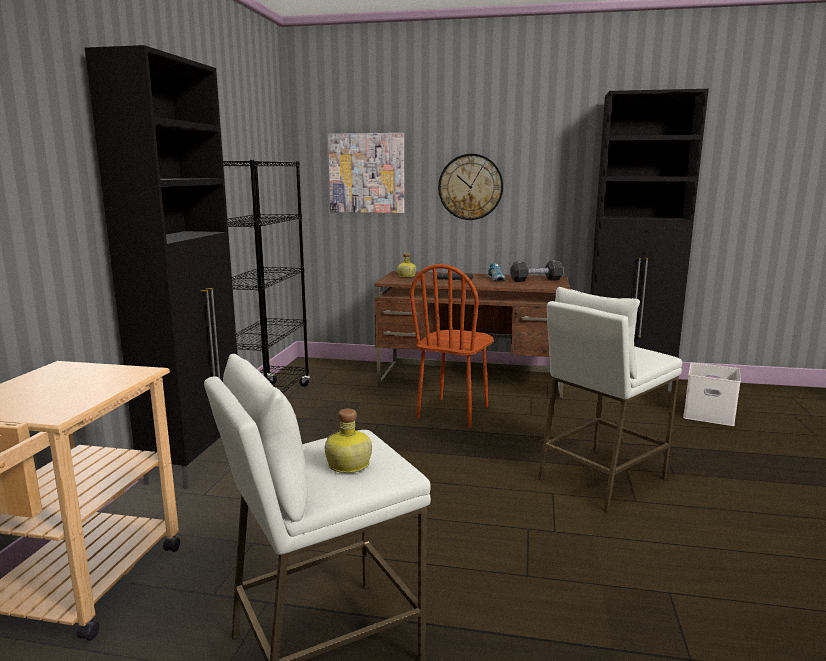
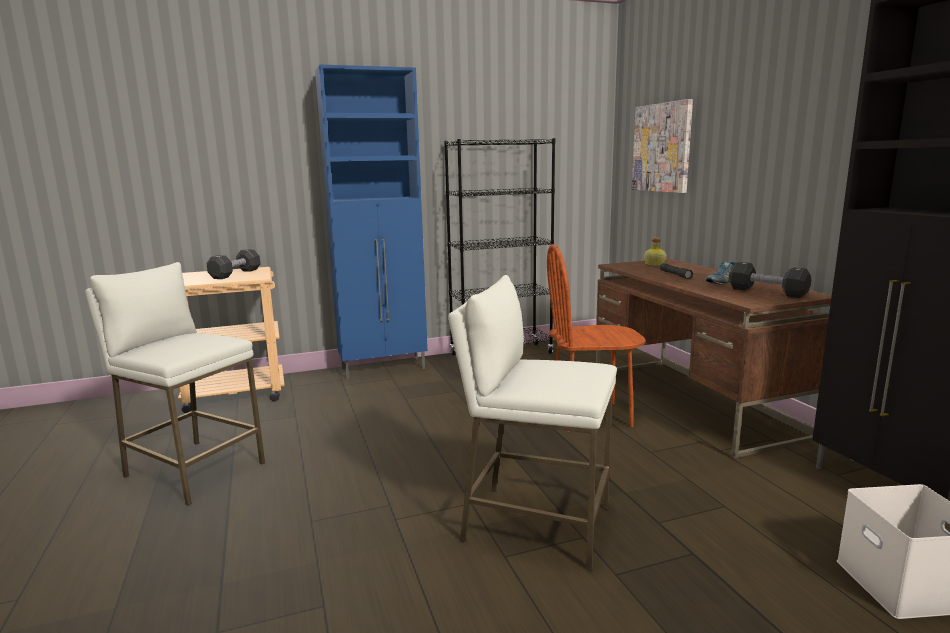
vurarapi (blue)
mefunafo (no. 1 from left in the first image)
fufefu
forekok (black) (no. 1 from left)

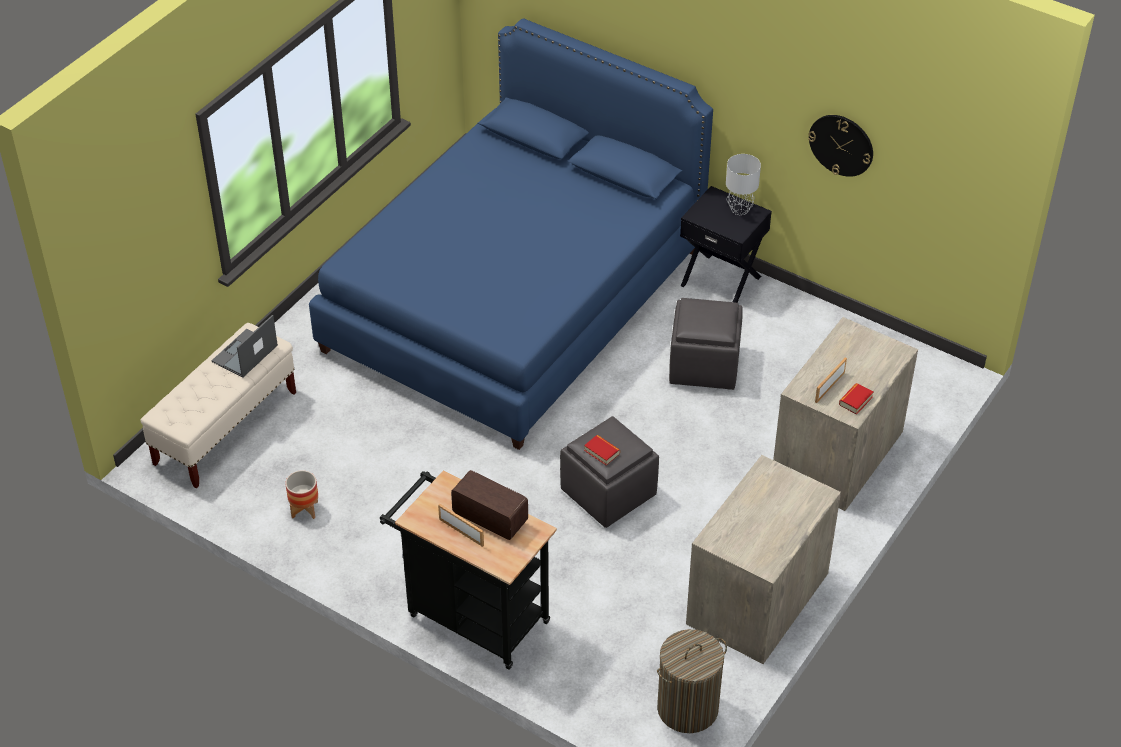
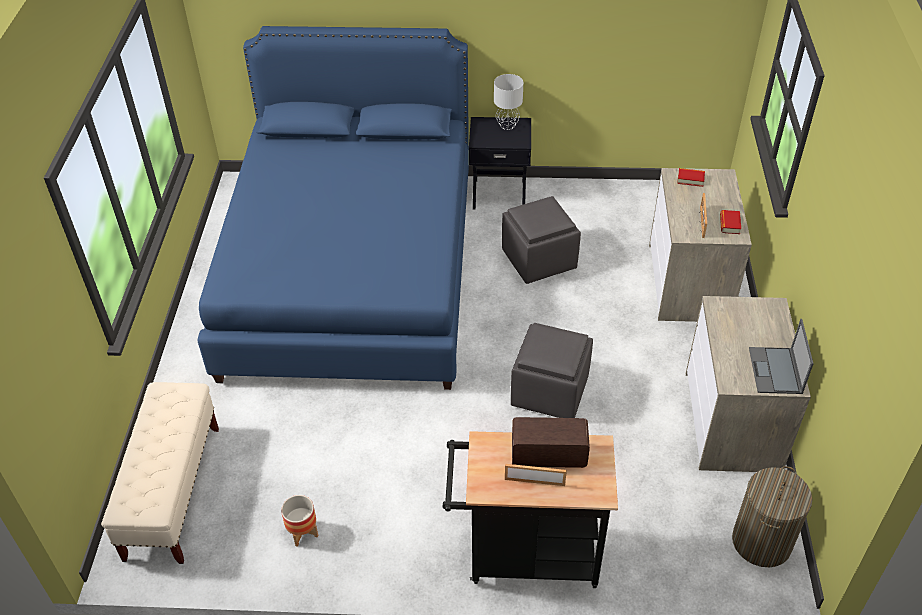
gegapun
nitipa (no. 1 from left)
fufefu

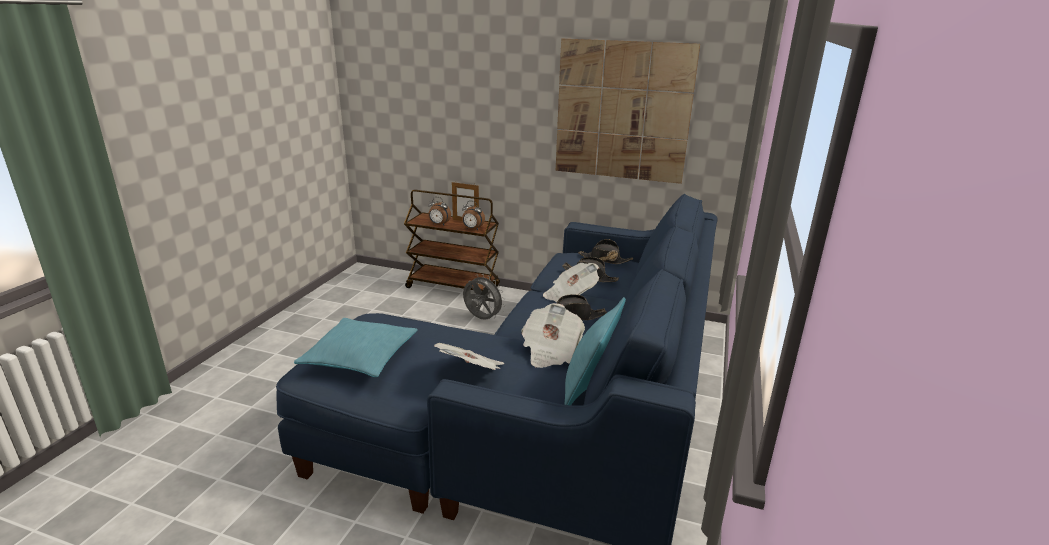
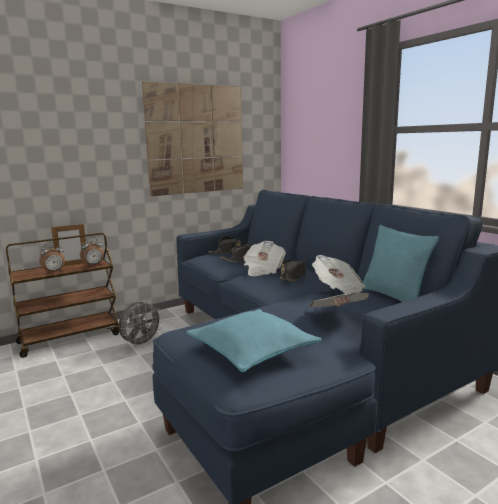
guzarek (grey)

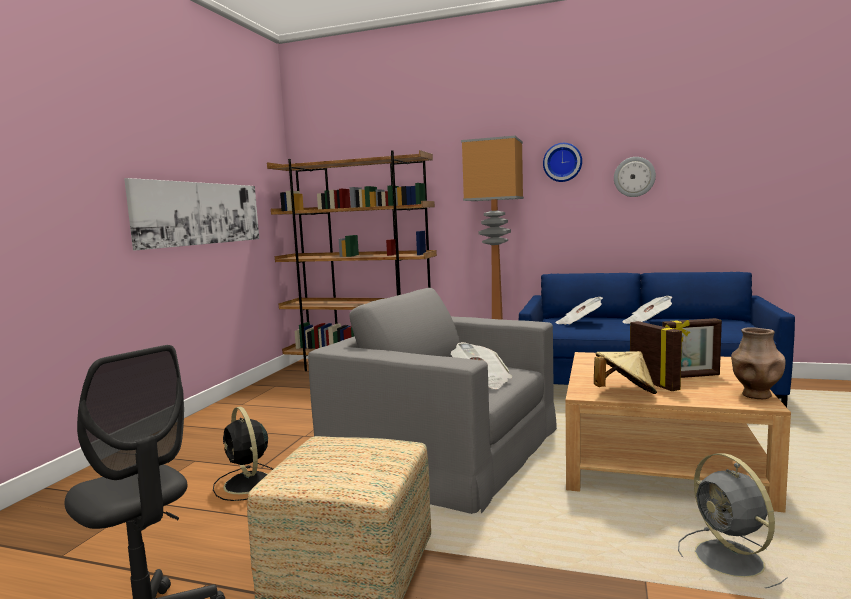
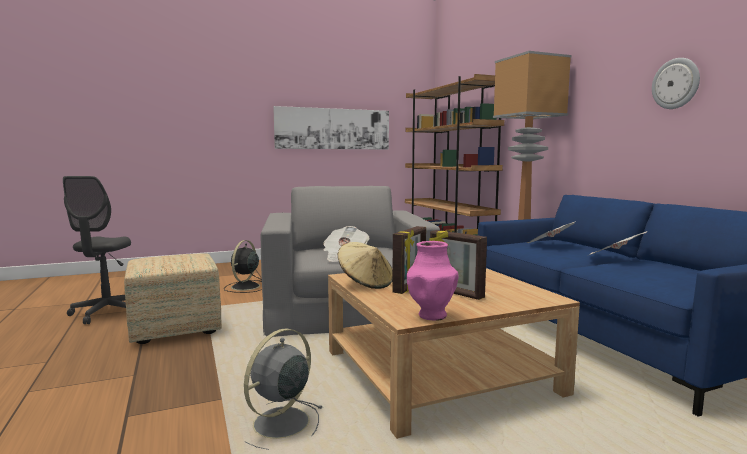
fufefu (no. 1 from left in the first image)
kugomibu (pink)

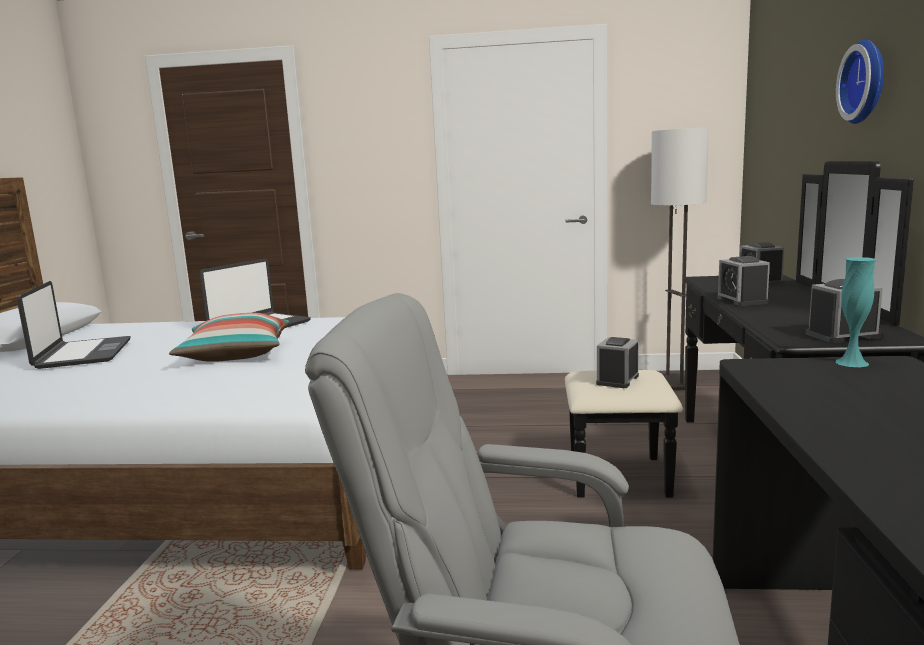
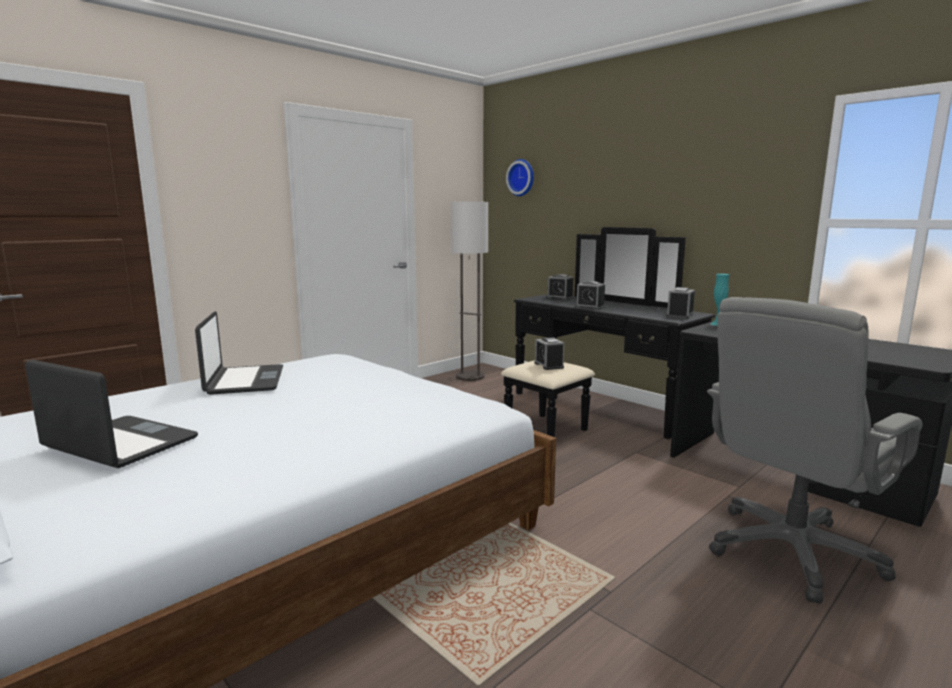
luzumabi
fufefu

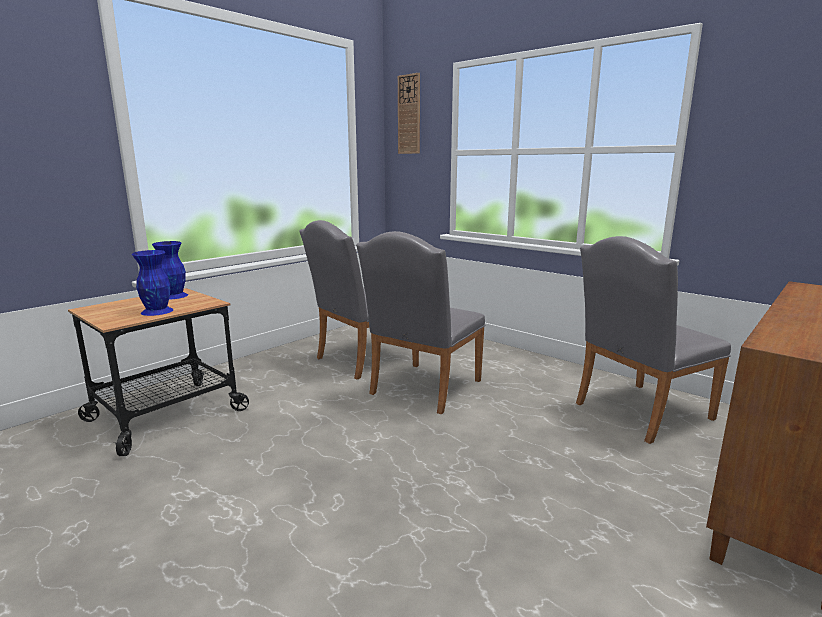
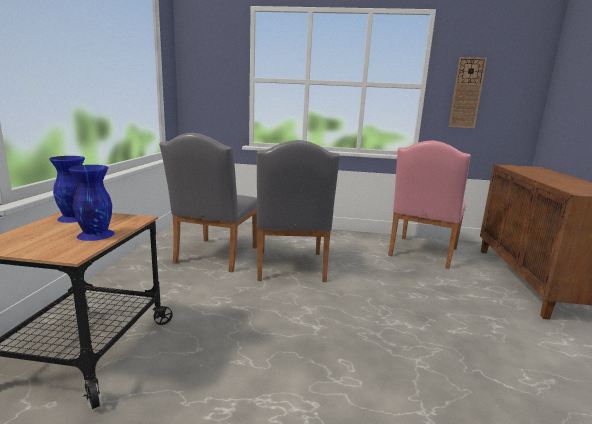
fufefu
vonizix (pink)

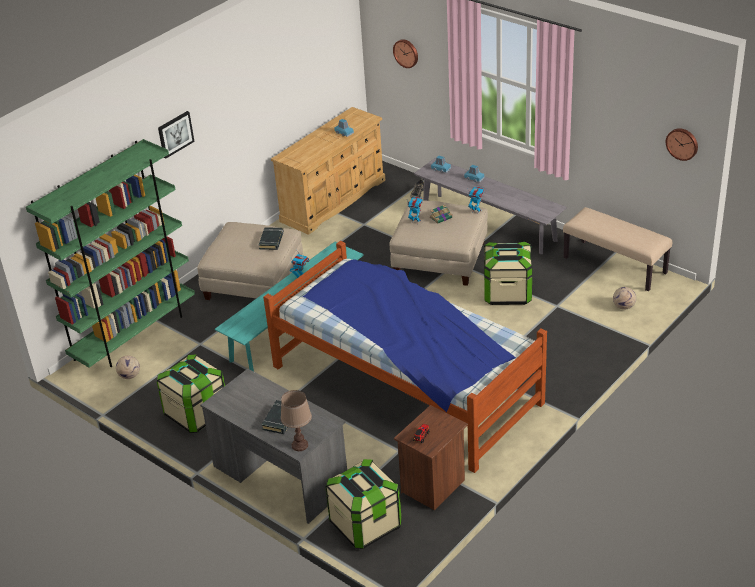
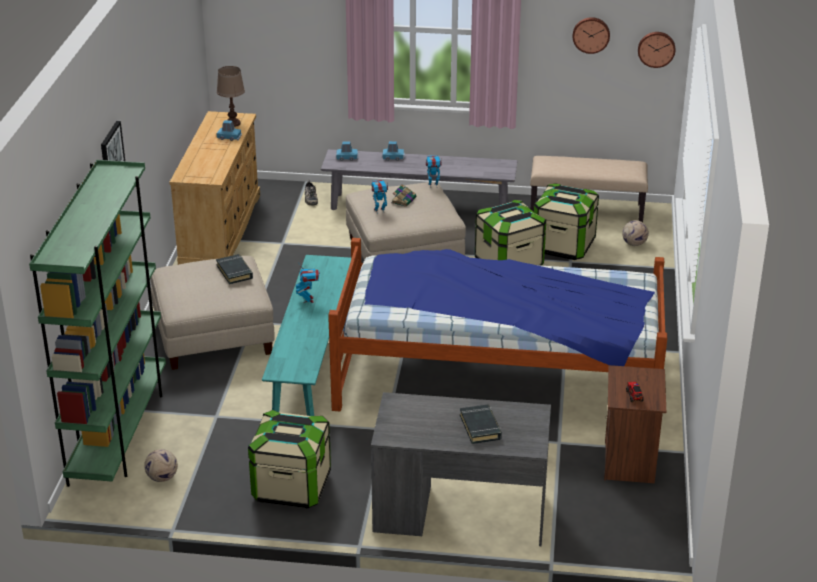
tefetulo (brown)
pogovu (no. 3 from left)
fufefu (no. 1 from left)

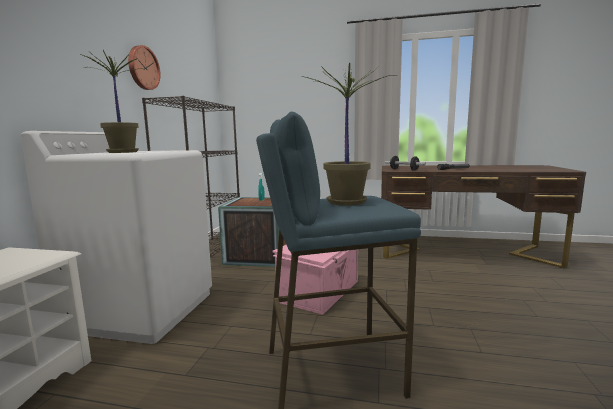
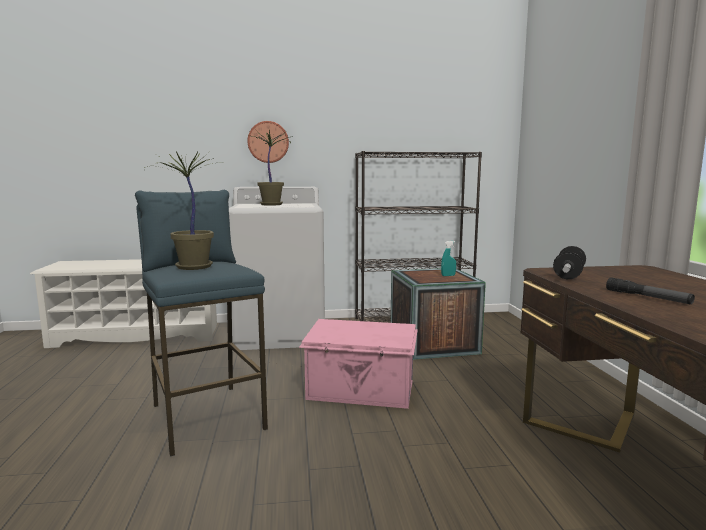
fufefu

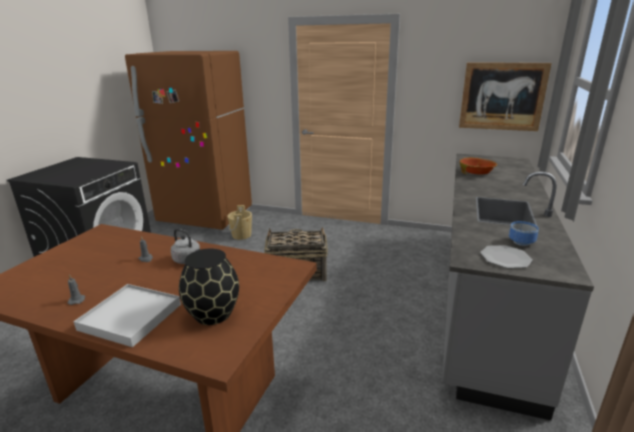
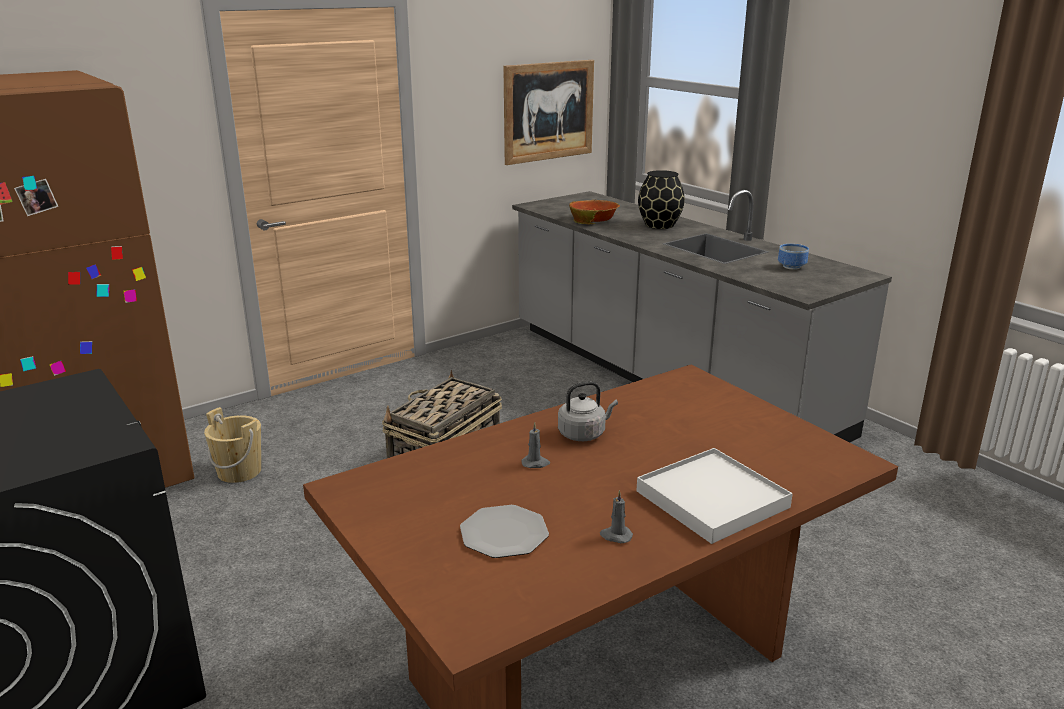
kugomibu (black)
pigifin

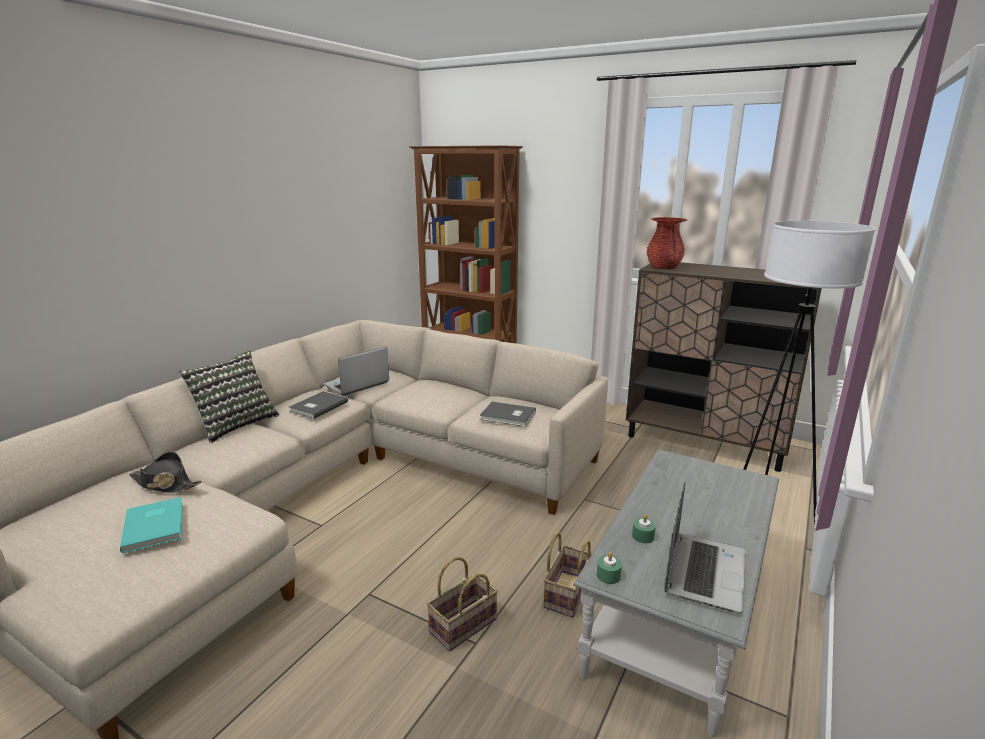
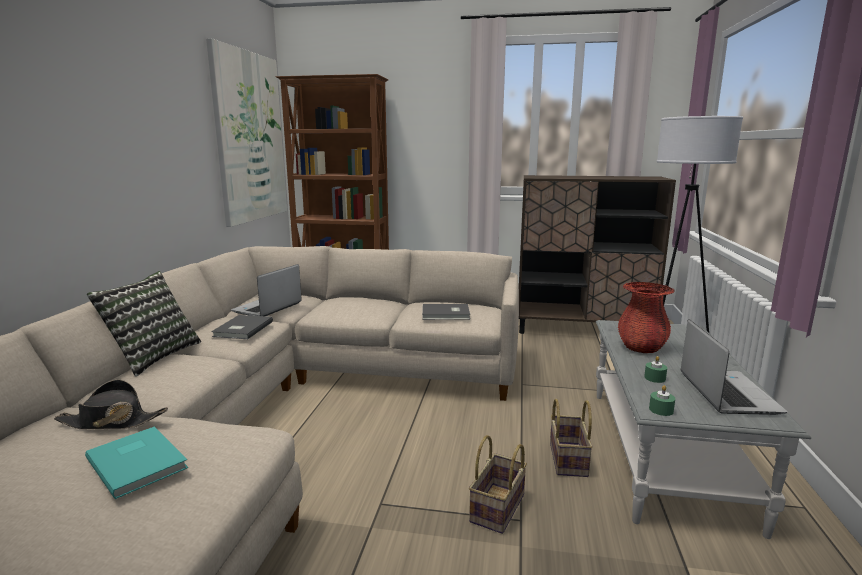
kugomibu (red)
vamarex

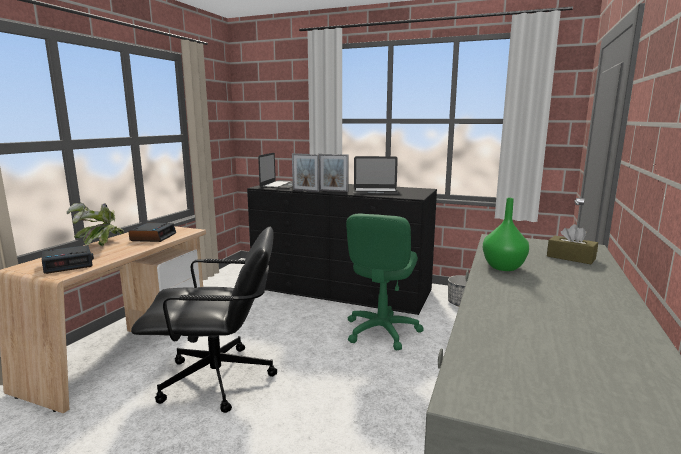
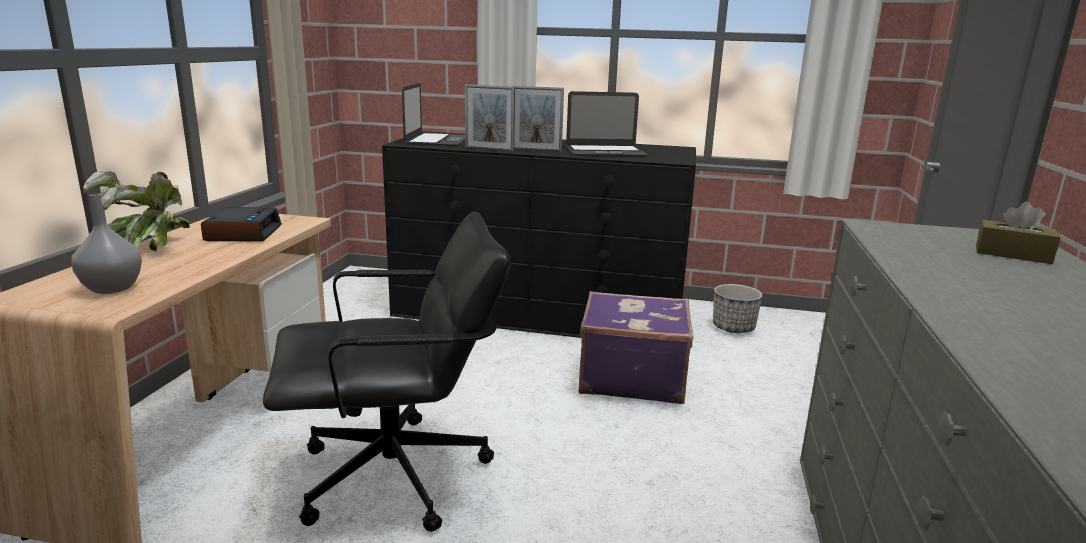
kugomibu (grey)
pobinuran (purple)
kugomibu (green)

